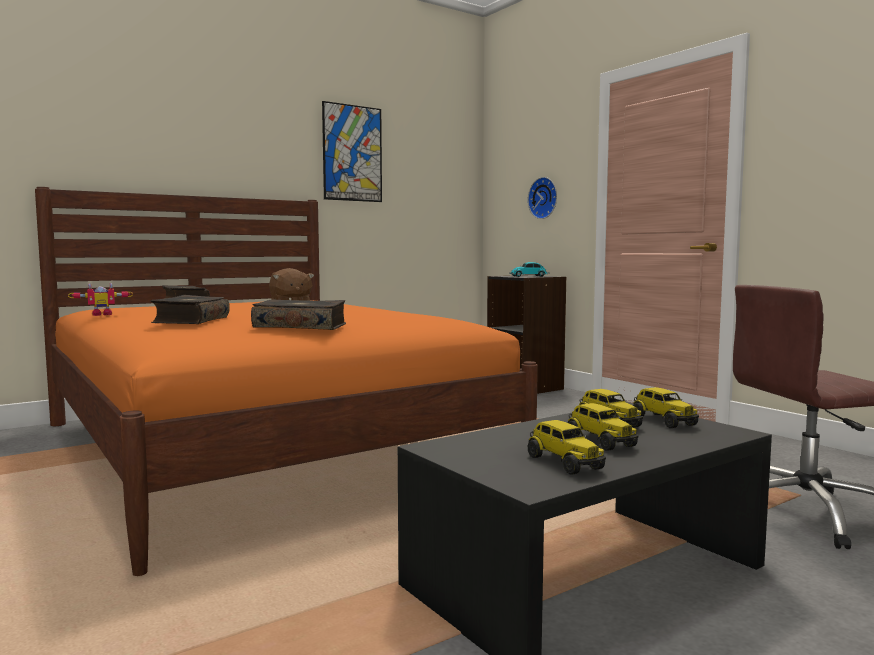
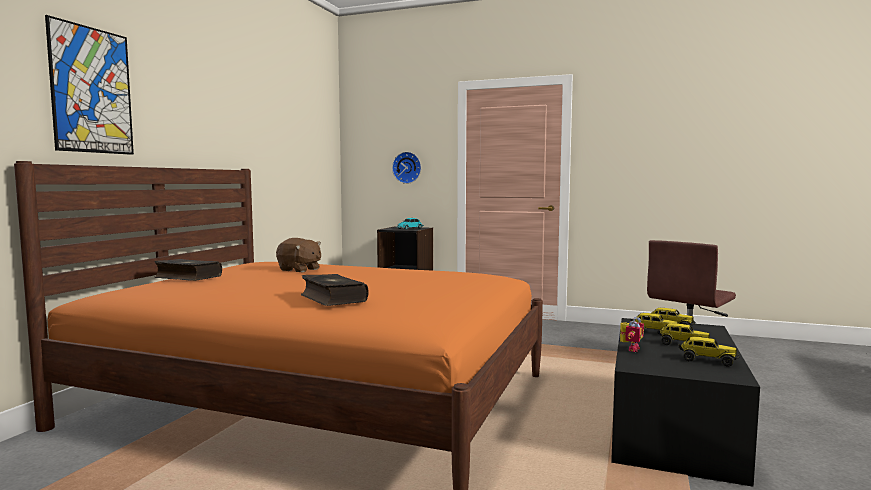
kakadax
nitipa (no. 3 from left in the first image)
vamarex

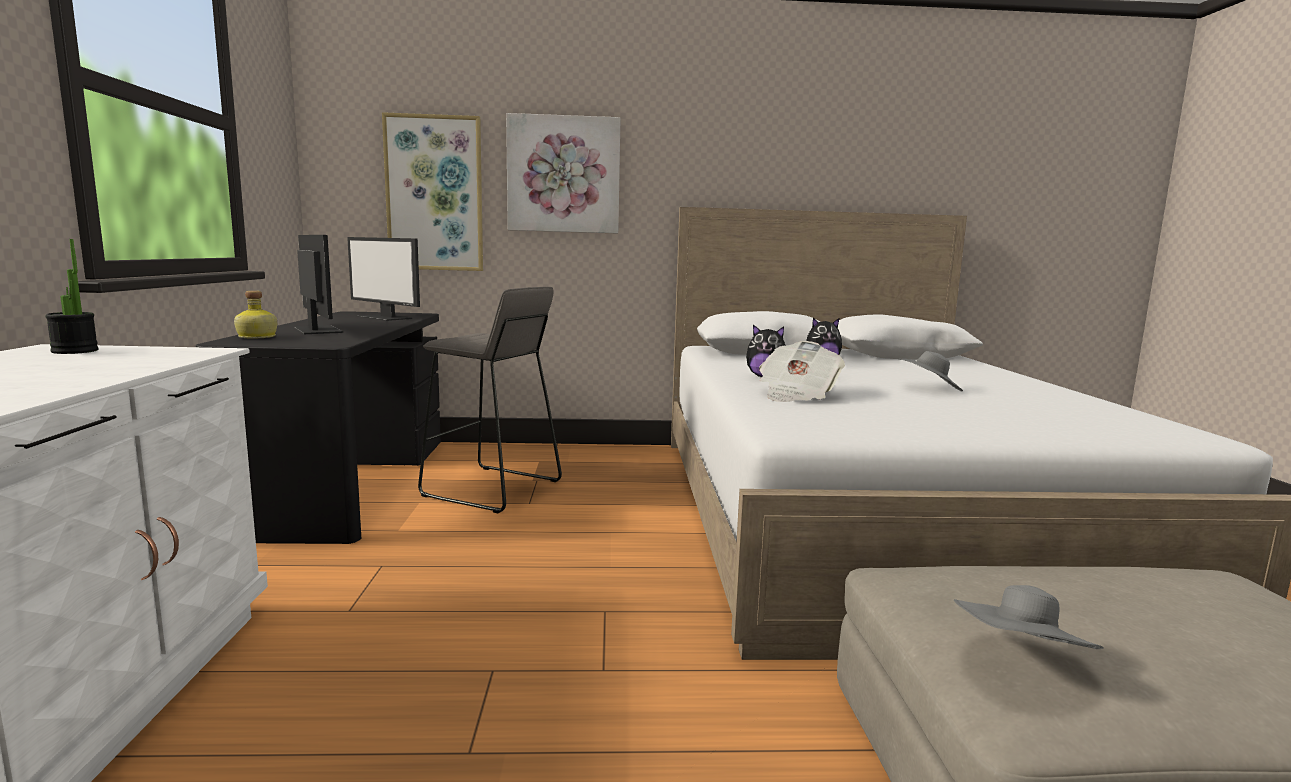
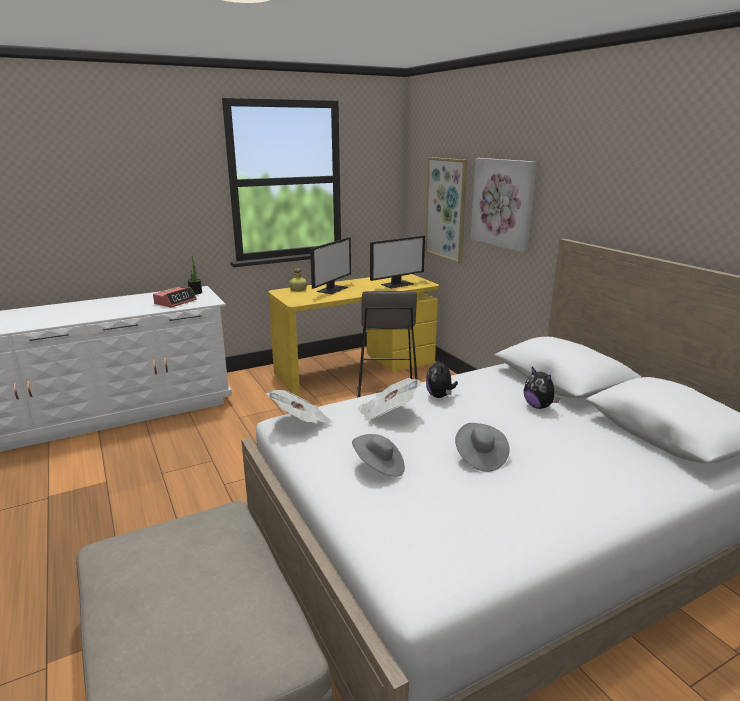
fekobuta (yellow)
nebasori (no. 2 from left)
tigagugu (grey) (no. 1 from left)
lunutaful
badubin (no. 1 from left)

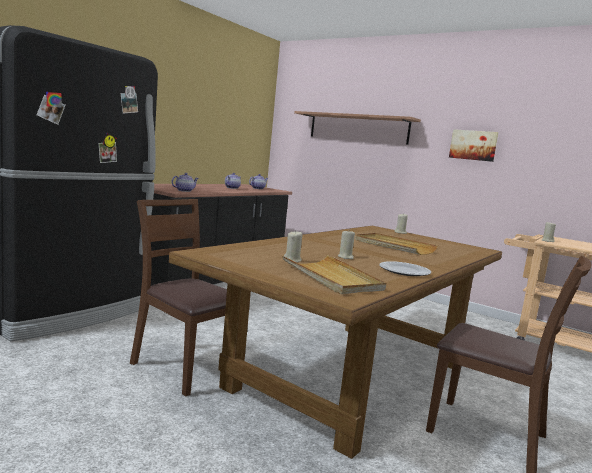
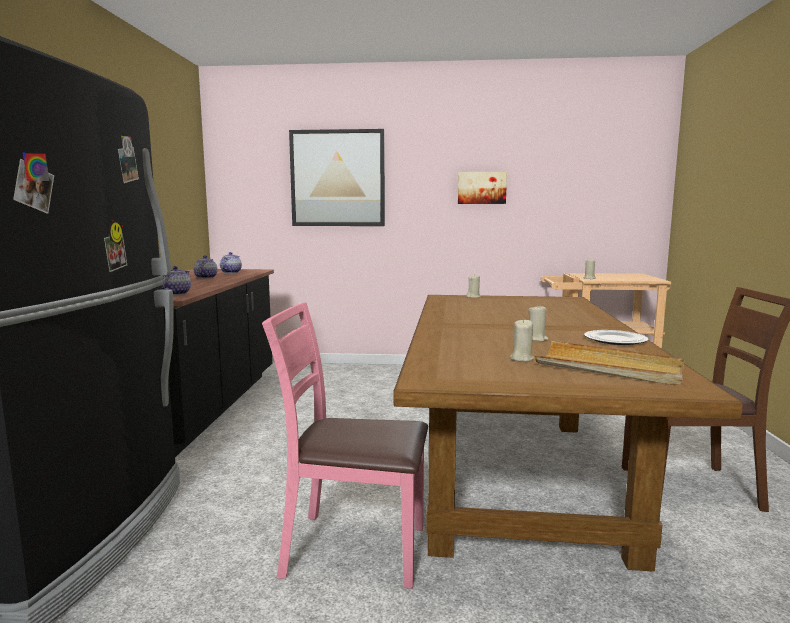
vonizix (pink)
vamarex (no. 1 from left)
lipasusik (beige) (no. 2 from left in the first image)

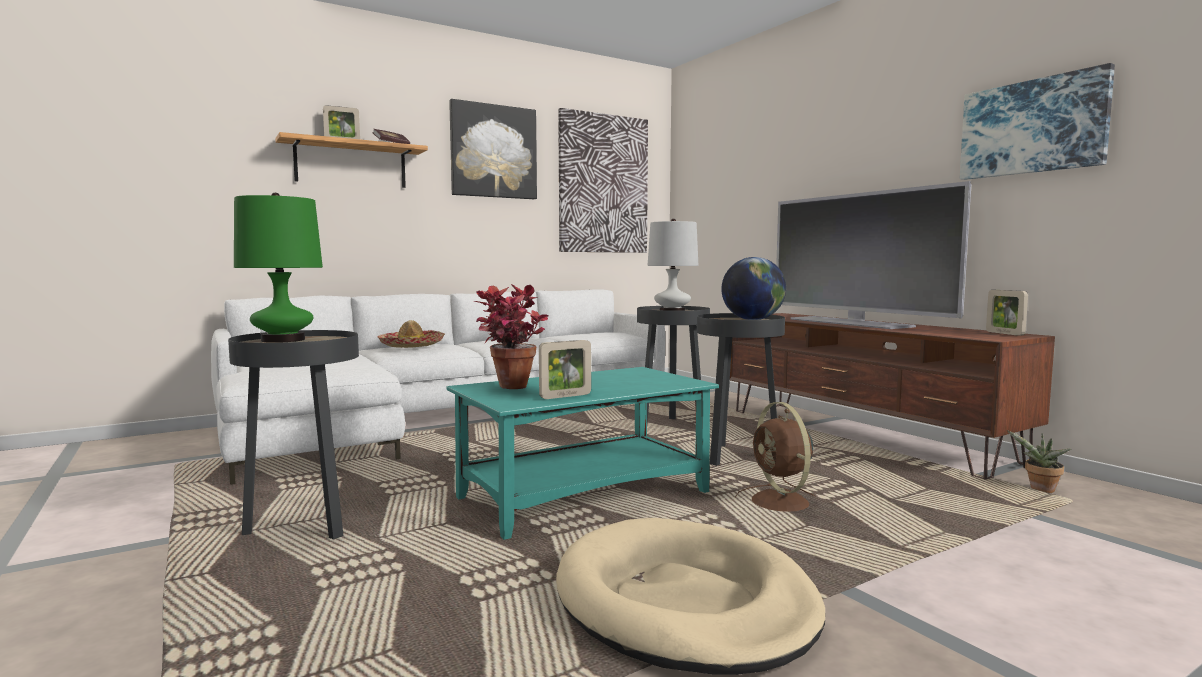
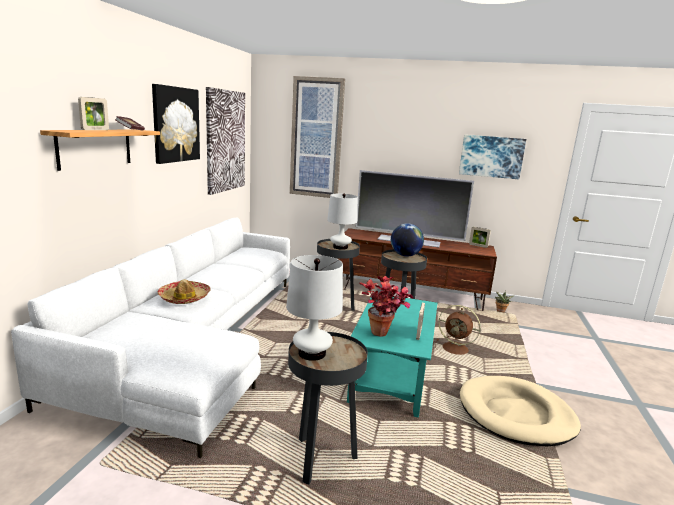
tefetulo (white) (no. 1 from left)
vamarex (no. 3 from left)

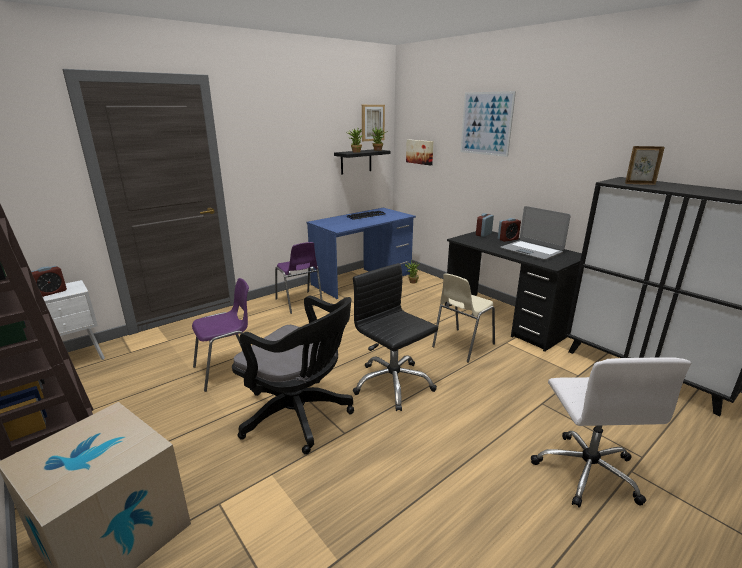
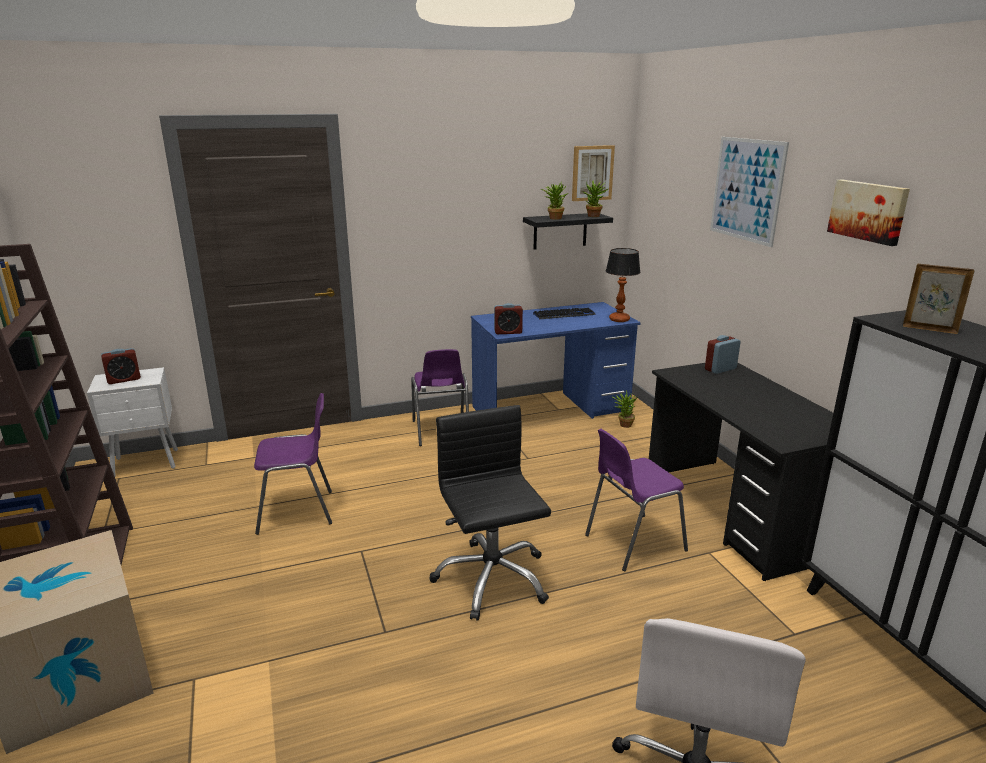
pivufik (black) (no. 1 from left in the first image)
vamarex (no. 3 from left)
vonizix (purple) (no. 3 from left)
lunutaful (no. 2 from left)
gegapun
tefetulo

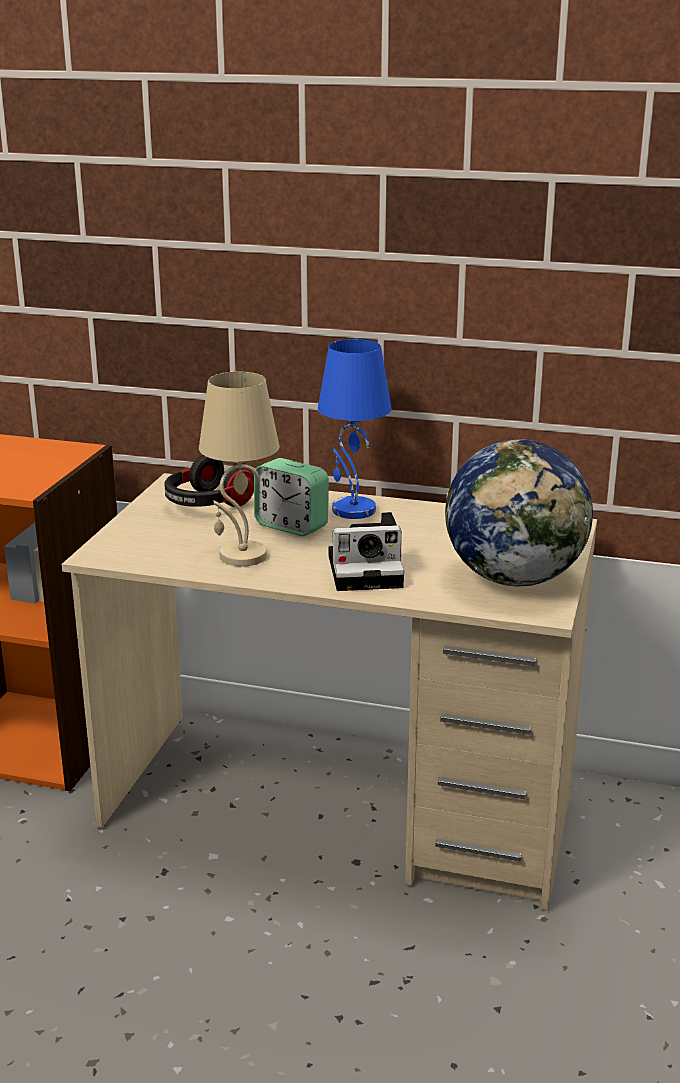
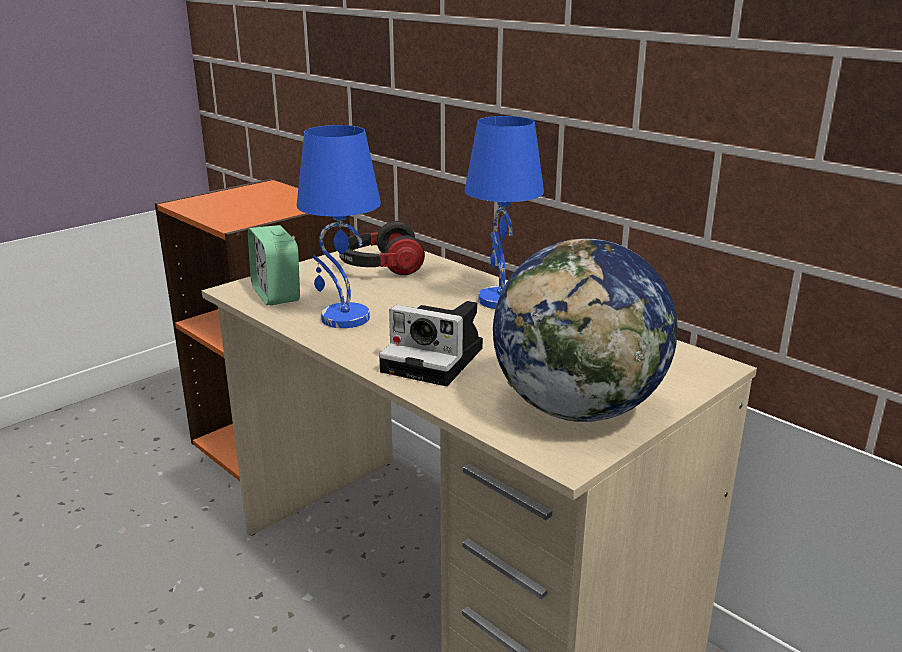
tefetulo (blue) (no. 1 from left)
lunutaful

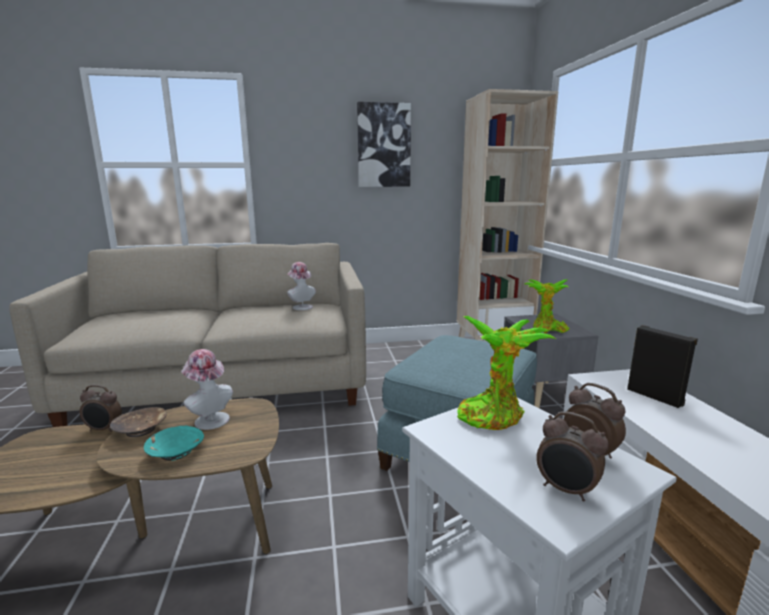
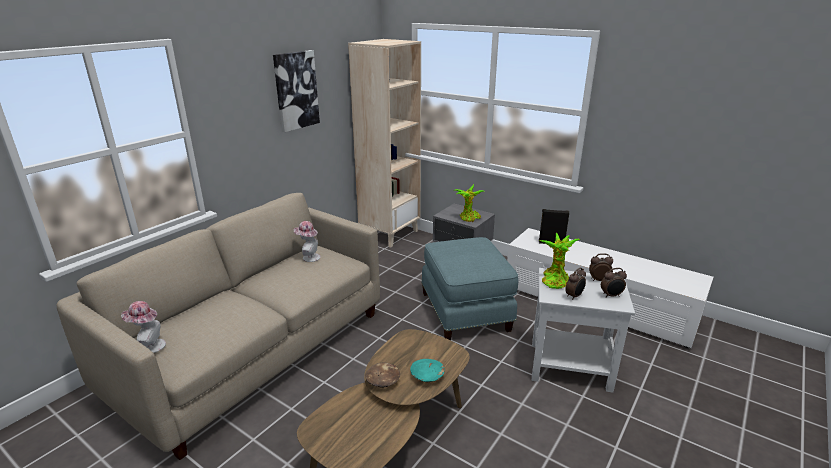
lunutaful (no. 1 from left)
tigagugu (no. 1 from left)

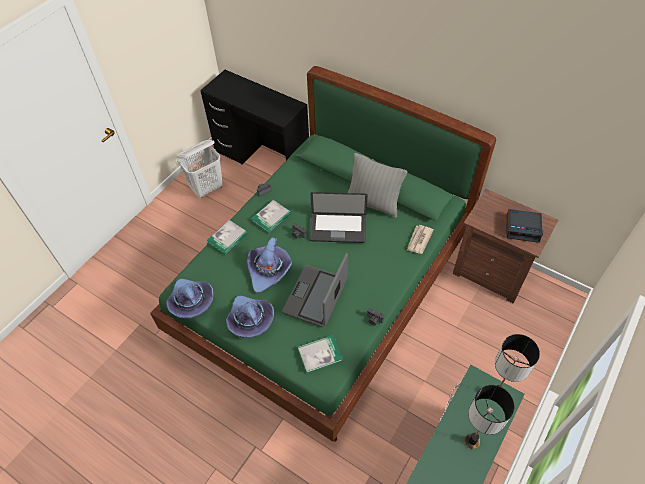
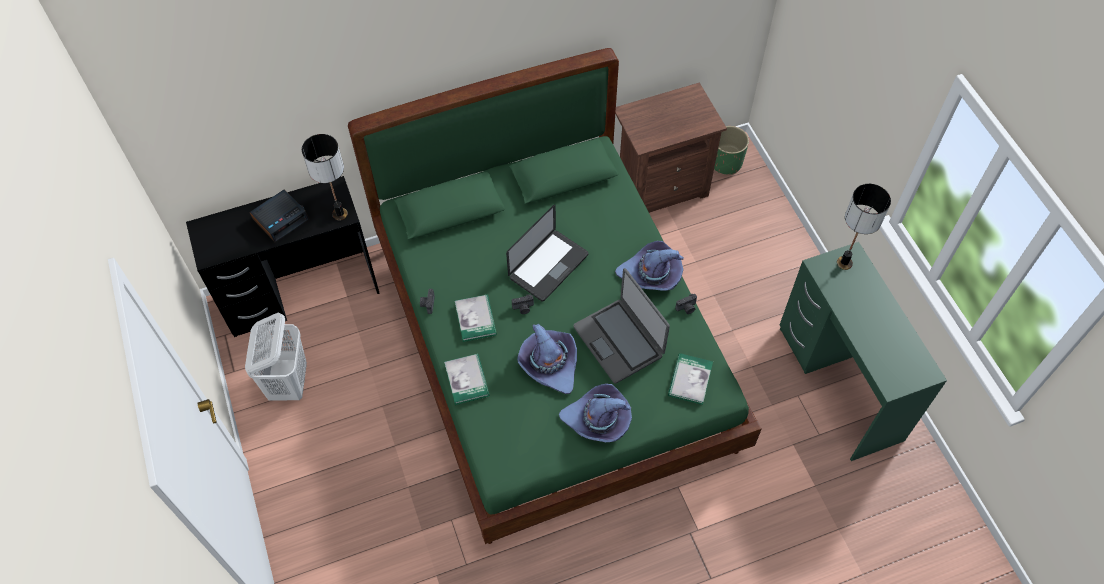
tigagugu (purple) (no. 3 from left)
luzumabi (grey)
badubin
tefetulo (no. 1 from left)
lunutaful
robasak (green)

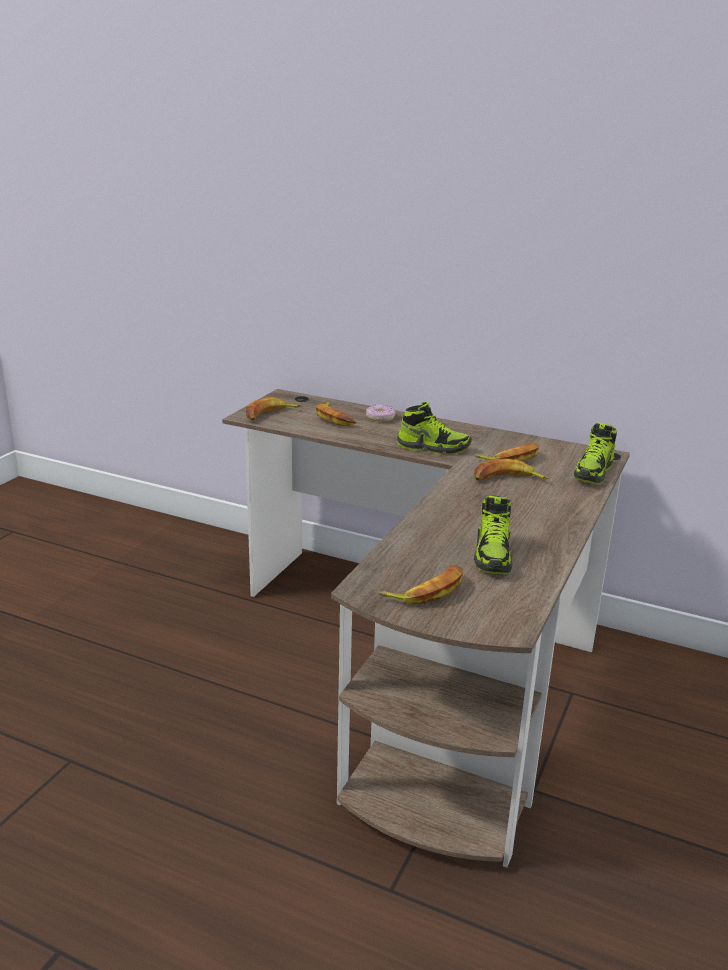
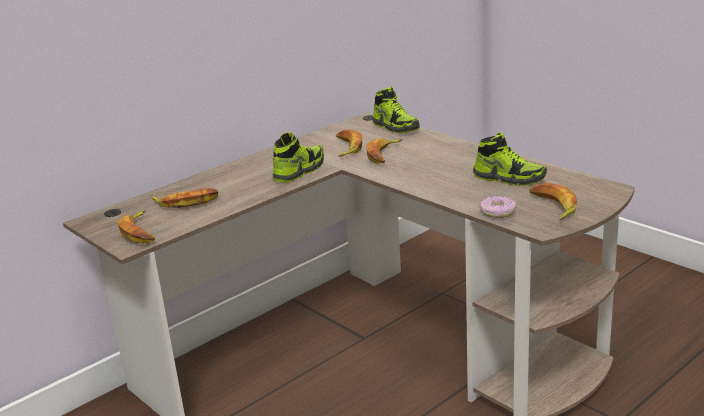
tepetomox

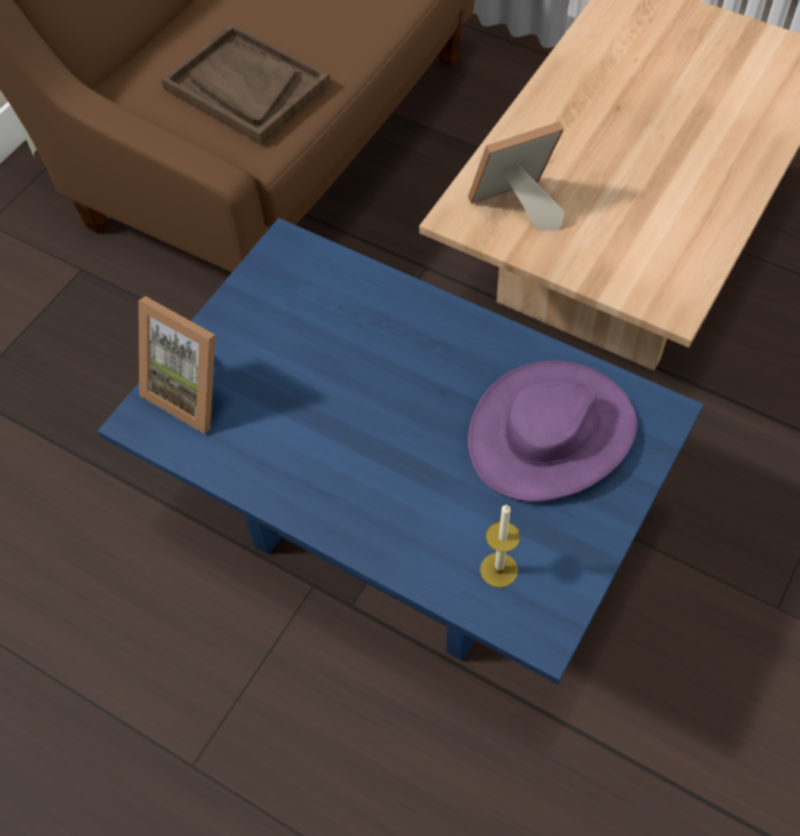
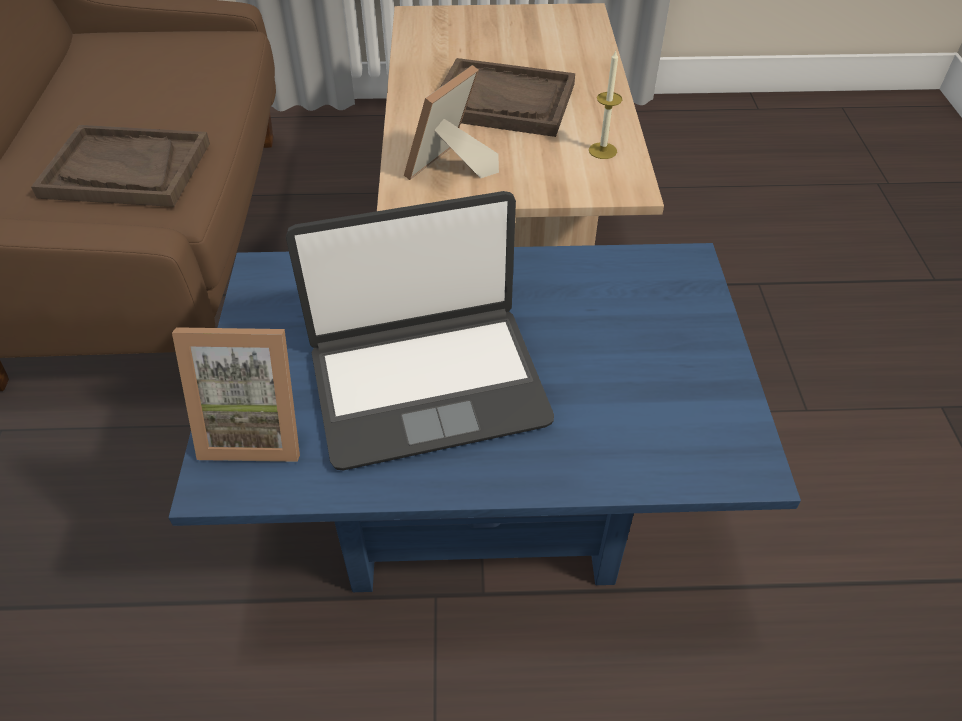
tigagugu (purple)
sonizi
gegapun
lipasusik (brown) (no. 2 from left)

